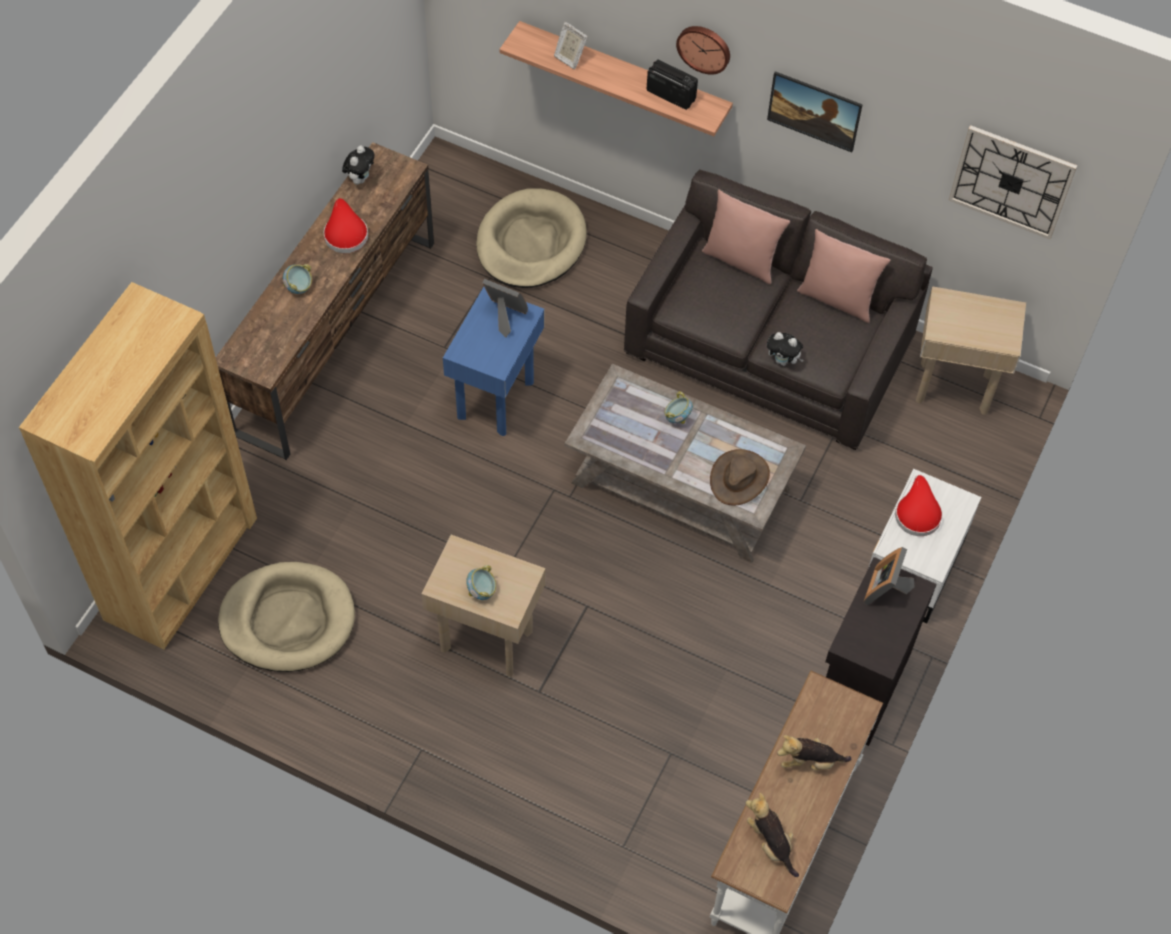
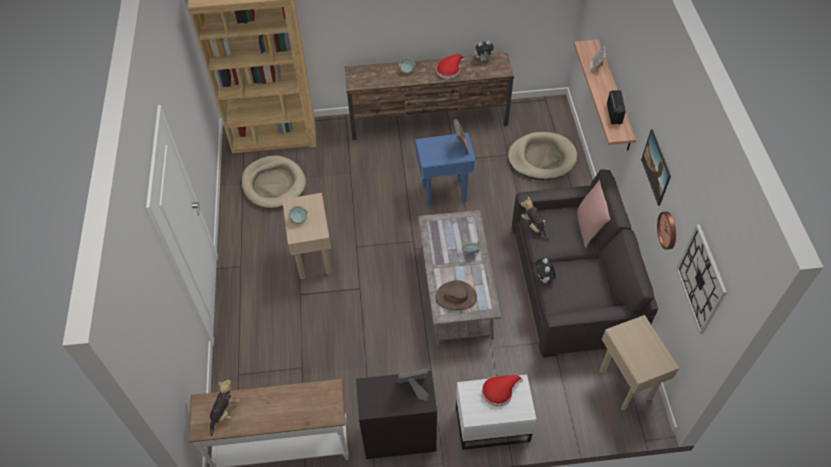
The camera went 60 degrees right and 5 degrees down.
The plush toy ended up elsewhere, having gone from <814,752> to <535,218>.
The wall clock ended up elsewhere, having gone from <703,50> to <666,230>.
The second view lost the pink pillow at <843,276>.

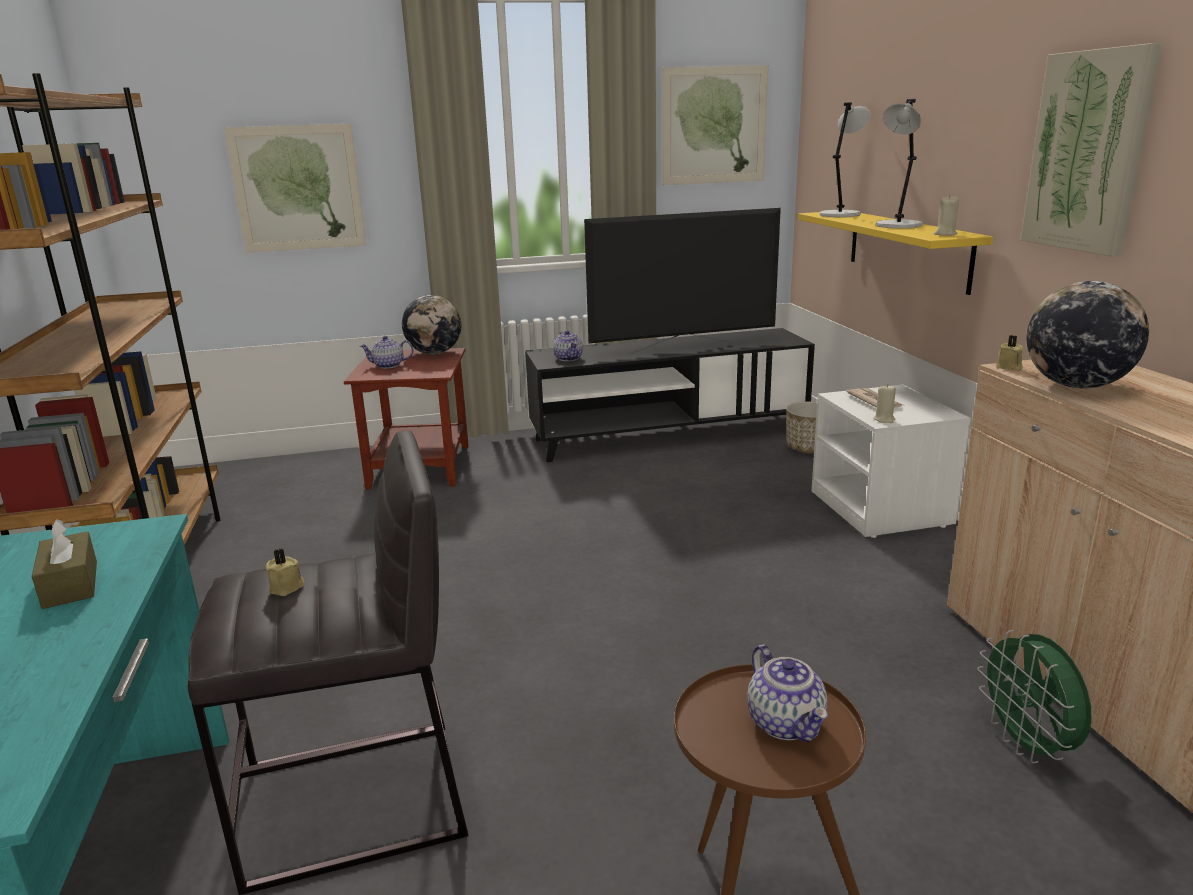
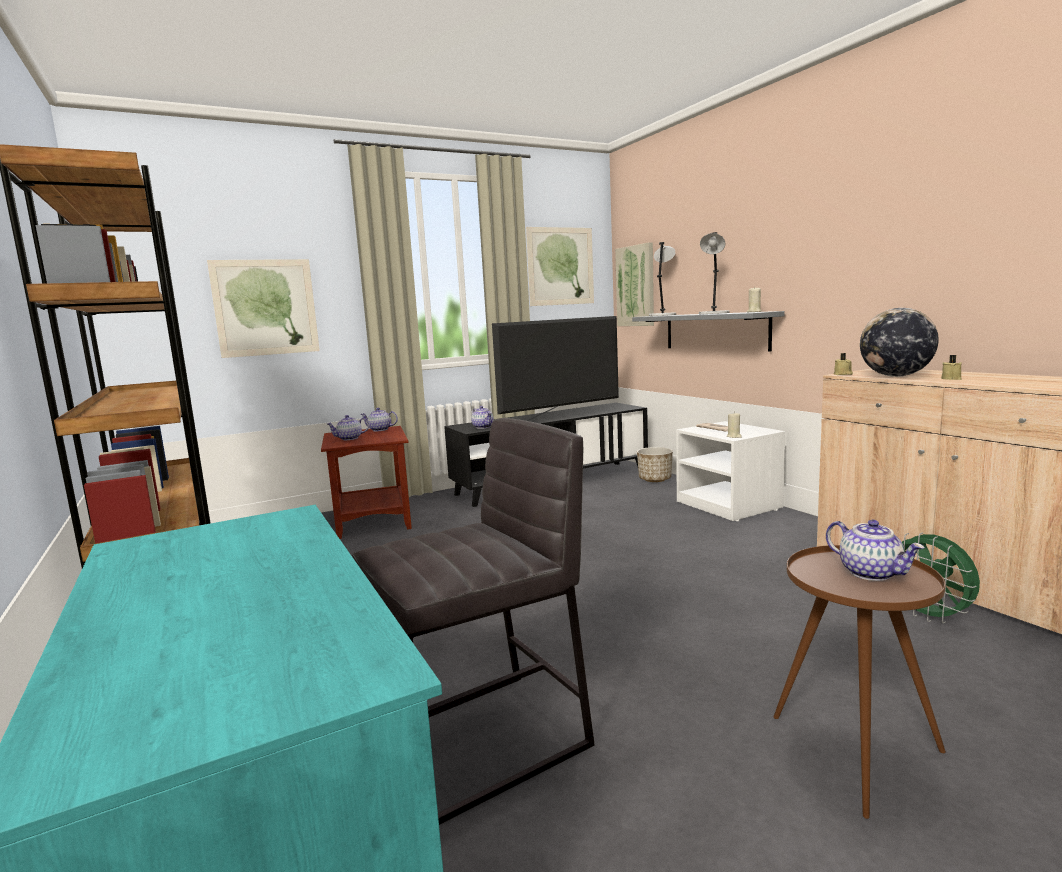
The camera went 15 degrees left and 10 degrees down.
Where the globe stood at <431,324>, the teapot came to stand at <379,419>.
The picture ended up elsewhere, having gone from <1092,150> to <634,284>.
What was the yellow shelf at <895,253> turned into the grey shelf at <708,331>.
The beige candle ended up elsewhere, having gone from <285,572> to <951,367>.
The second view lost the brown tissue box at <64,564>.

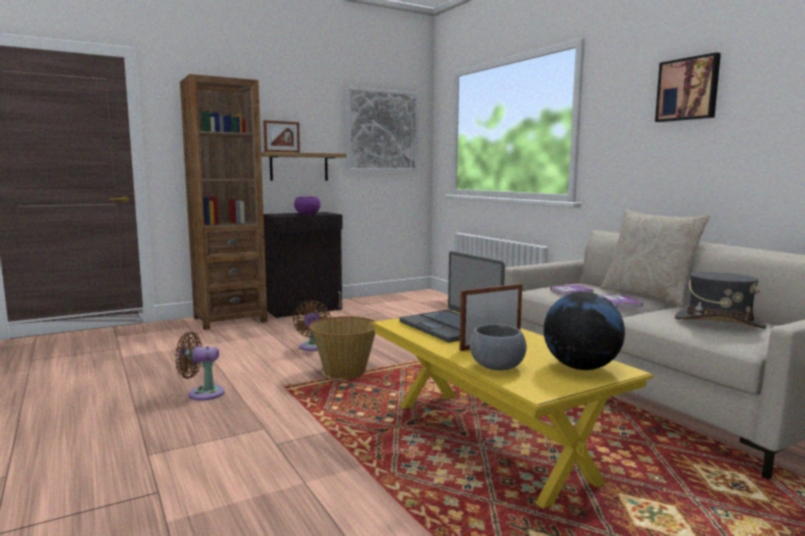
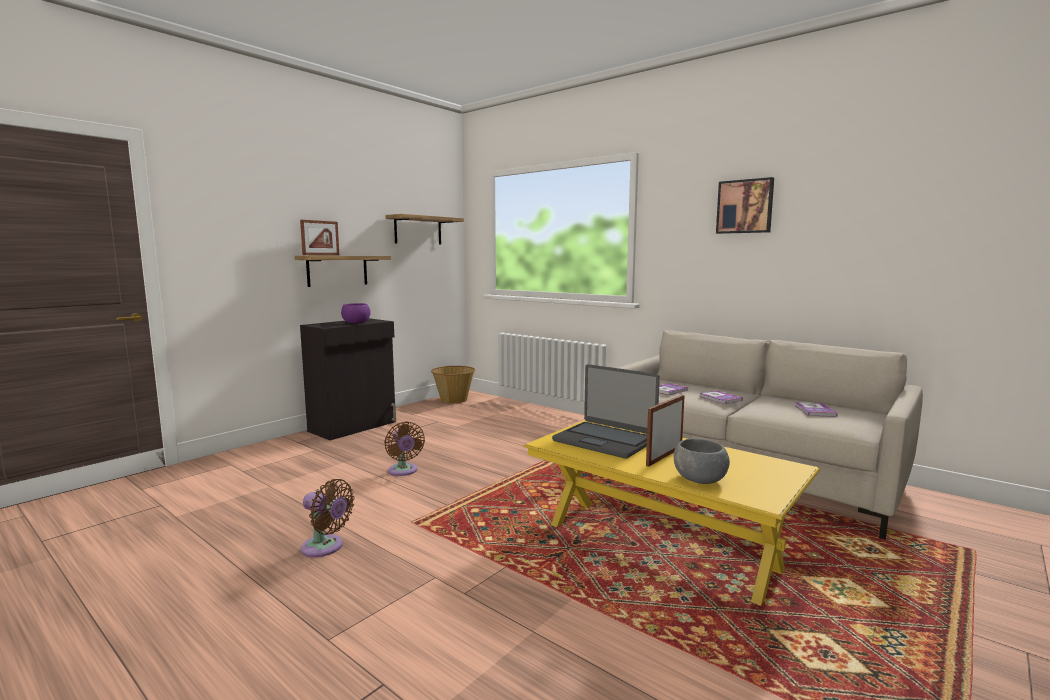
The camera went 20 degrees left and 0 degrees up.
The brown fan at <200,366> ended up facing another way, 135 degrees counterclockwise from before.
Where the picture hung at <382,129>, the shelf came to hang at <424,229>.
The basket ended up elsewhere, having gone from <342,347> to <453,385>.
Where the grey hat stood at <720,300>, the book came to stand at <816,409>.
The second view lost the brown bookcase at <223,202>.
The second view lost the globe at <584,331>.
The second view lost the beige pillow at <655,258>.

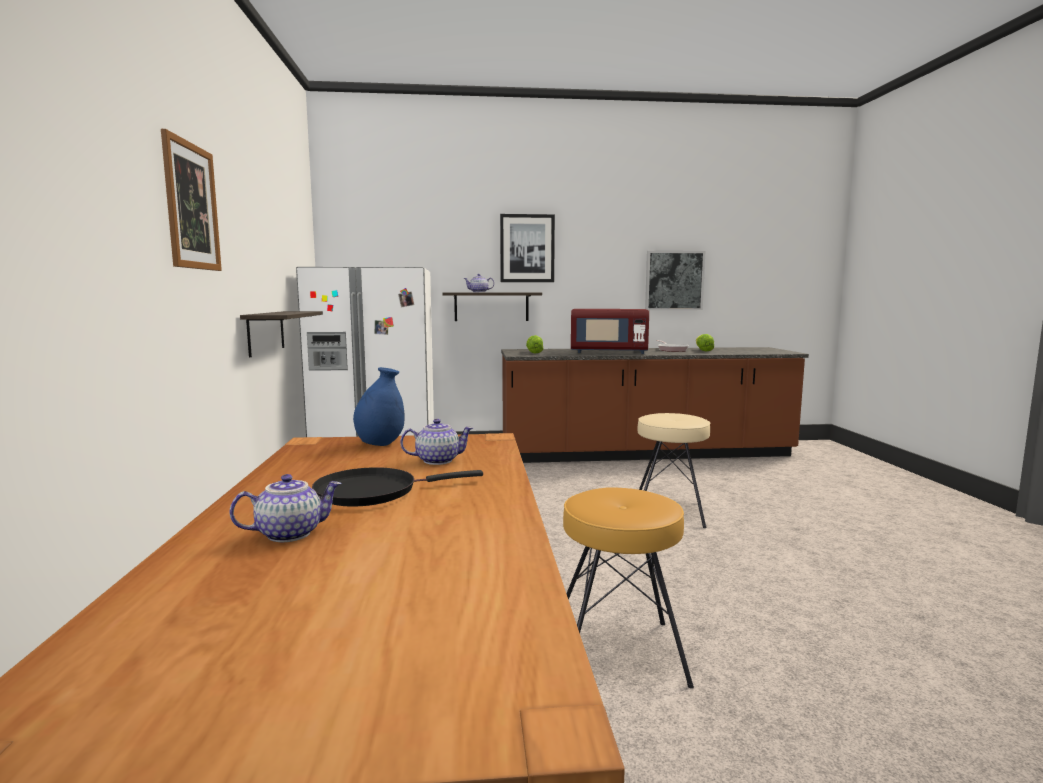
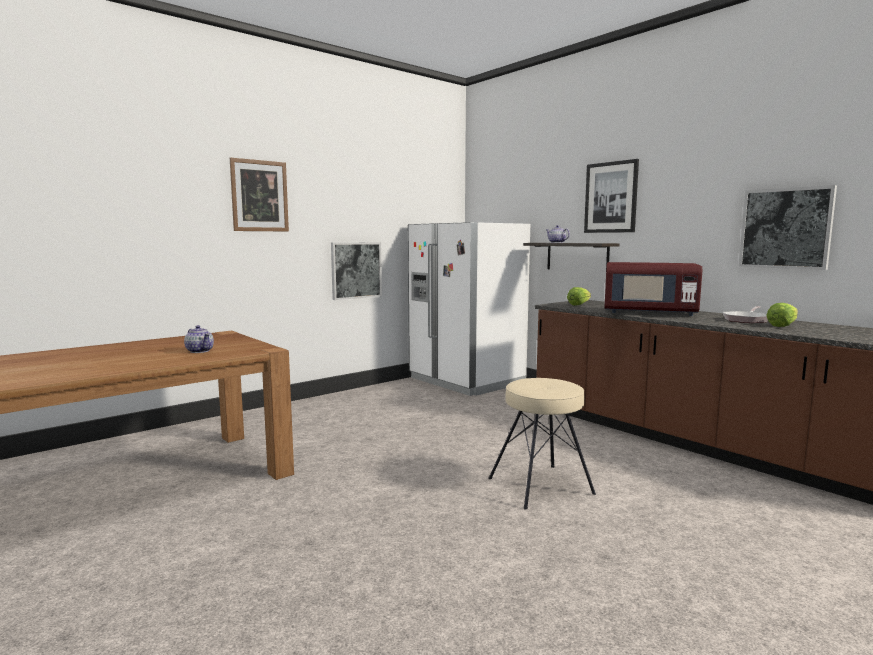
The camera went 55 degrees right and 0 degrees up.
Where the shelf hung at <281,334>, the picture came to hang at <356,271>.
The red microwave at <610,331> ended up facing another way, 45 degrees counterclockwise from before.
The second view lost the teapot at <285,508>.
The second view lost the black frying pan at <397,487>.
The second view lost the blue vase at <378,406>.
The second view lost the brown stool at <628,588>.

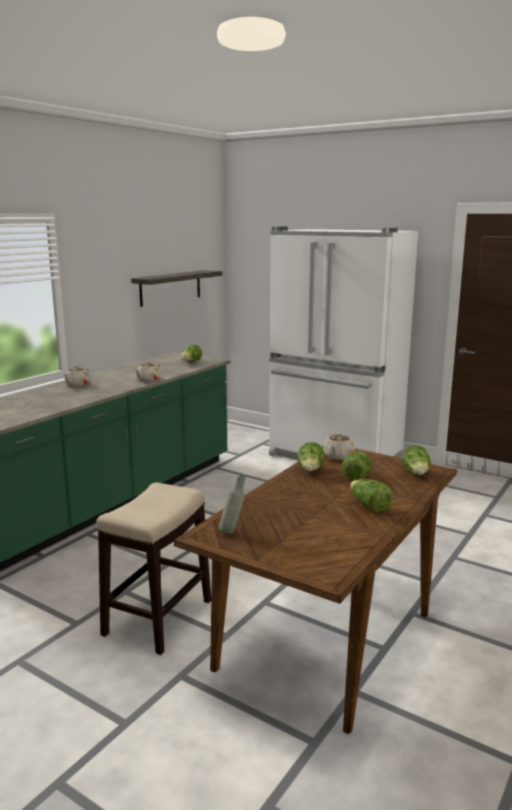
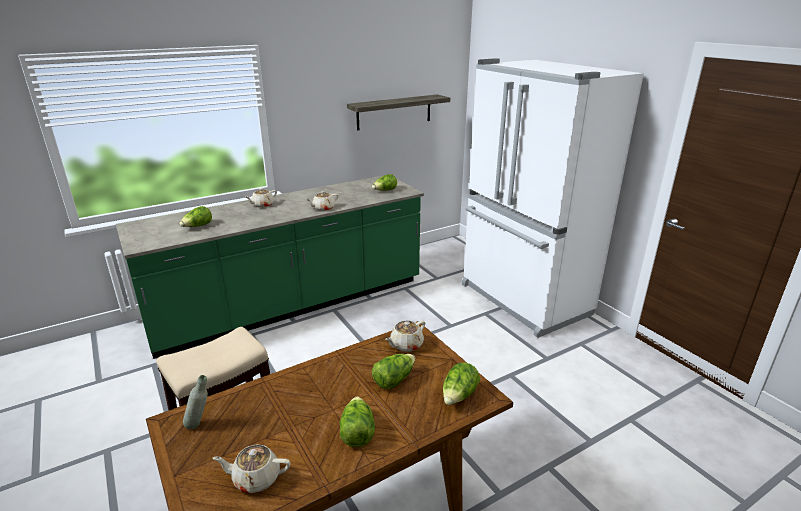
The camera went 25 degrees right and 10 degrees up.
The lettuce ended up elsewhere, having gone from <310,456> to <195,216>.
The second view gained the beige teapot at <251,468>.

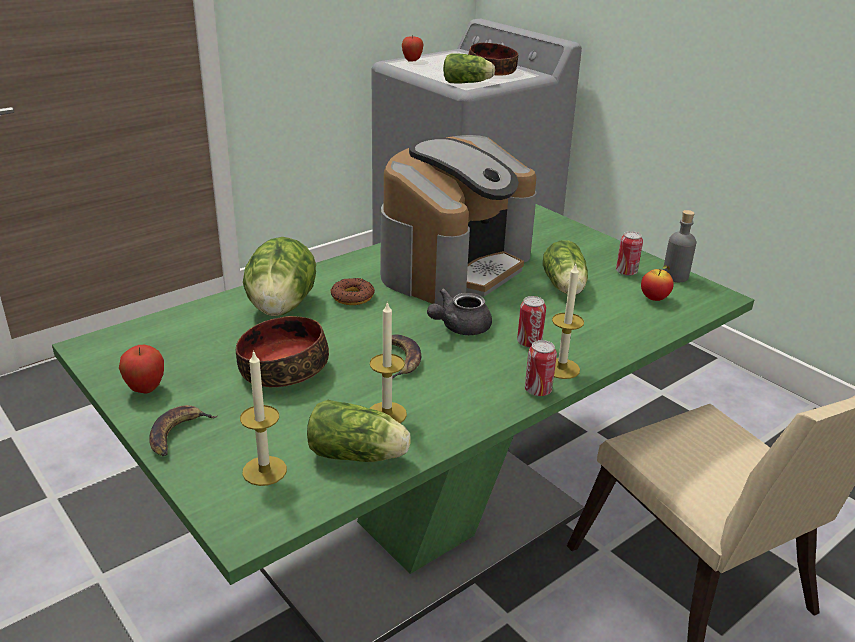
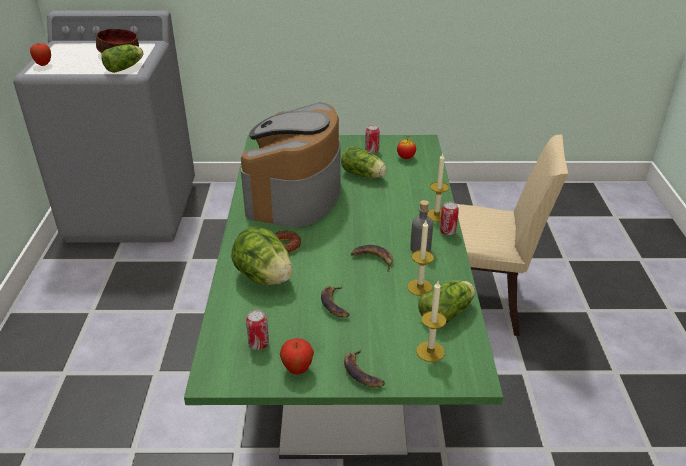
The camera went 50 degrees left and 5 degrees up.
The coffee machine at <458,221> ended up facing another way, 150 degrees counterclockwise from before.
The can ended up elsewhere, having gone from <531,322> to <257,330>.
Where the bowl stood at <282,351>, the banana came to stand at <335,301>.
The grey bottle ended up elsewhere, having gone from <679,246> to <421,226>.
The second view lost the grey teapot at <459,312>.

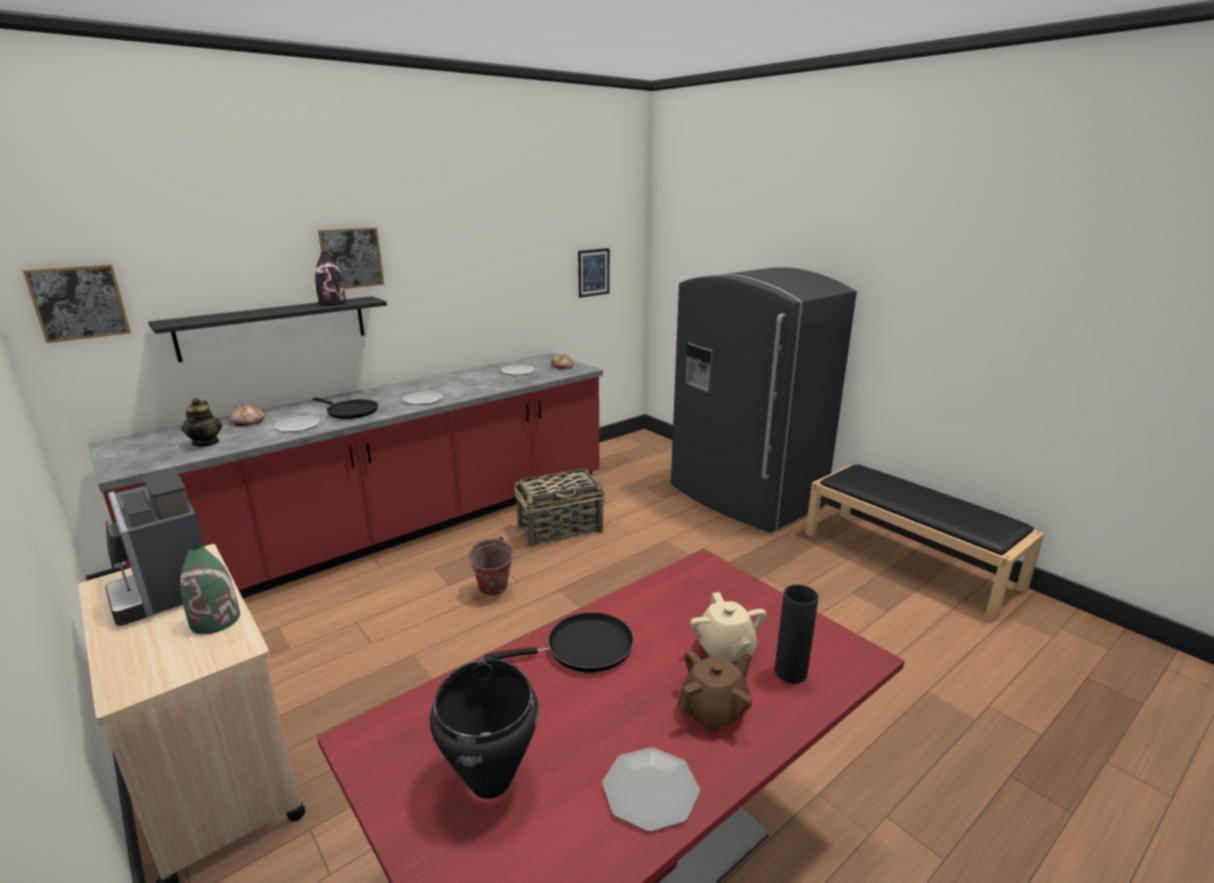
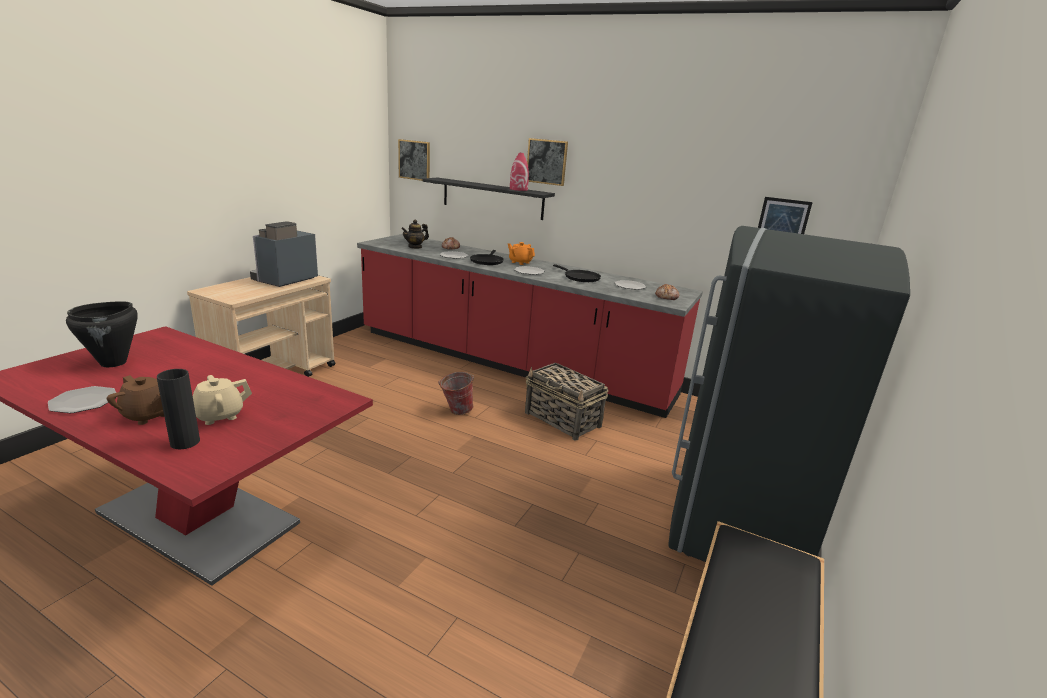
The camera went 65 degrees right and 0 degrees up.
The second view gained the orange teapot at <521,253>.
What was the black vase at <330,279> turned into the red vase at <519,171>.
The black frying pan ended up elsewhere, having gone from <559,642> to <577,273>.
The second view lost the green vase at <210,589>.

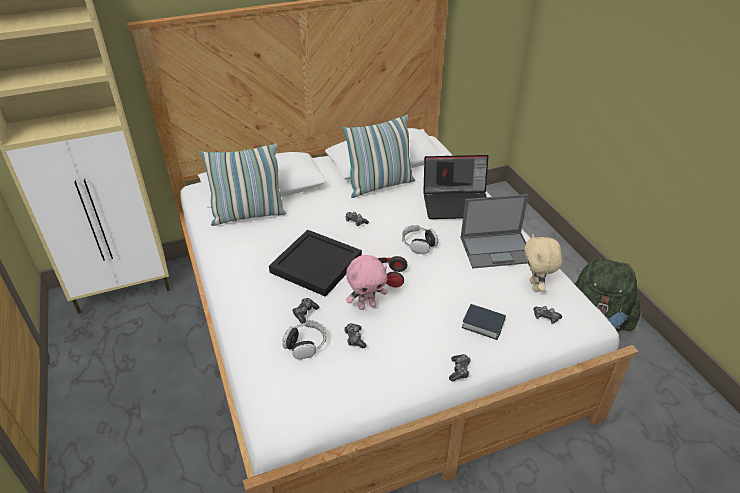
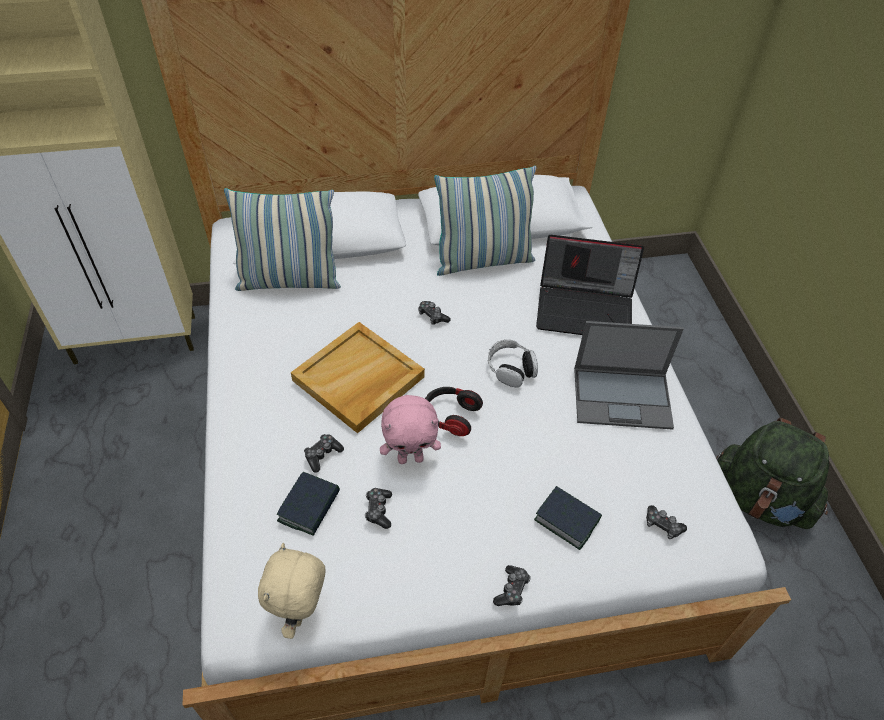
The camera went 10 degrees right and 10 degrees up.
The beige plush toy ended up elsewhere, having gone from <543,263> to <292,591>.
Where the headphones stood at <304,339>, the book came to stand at <308,504>.
What was the black tray at <315,263> turned into the beige tray at <358,377>.

